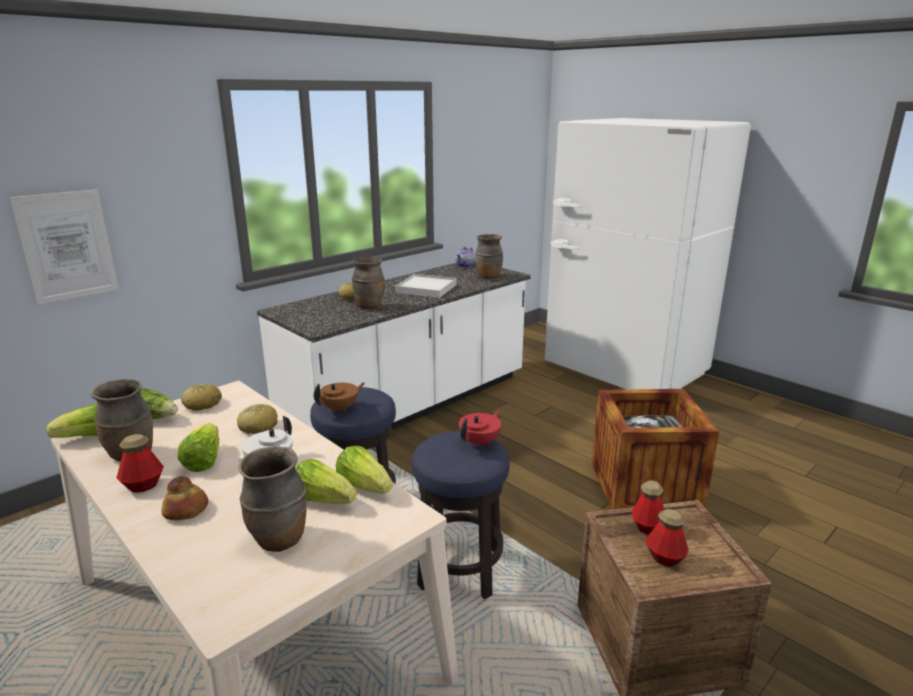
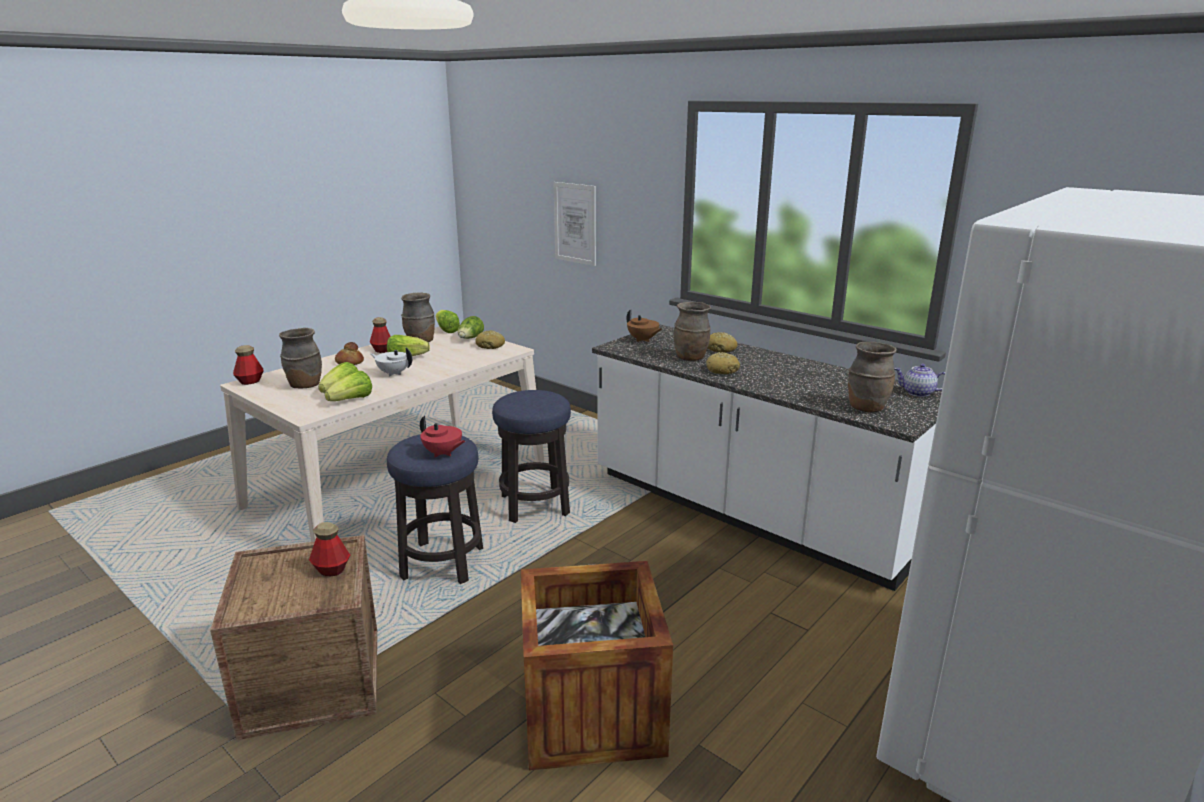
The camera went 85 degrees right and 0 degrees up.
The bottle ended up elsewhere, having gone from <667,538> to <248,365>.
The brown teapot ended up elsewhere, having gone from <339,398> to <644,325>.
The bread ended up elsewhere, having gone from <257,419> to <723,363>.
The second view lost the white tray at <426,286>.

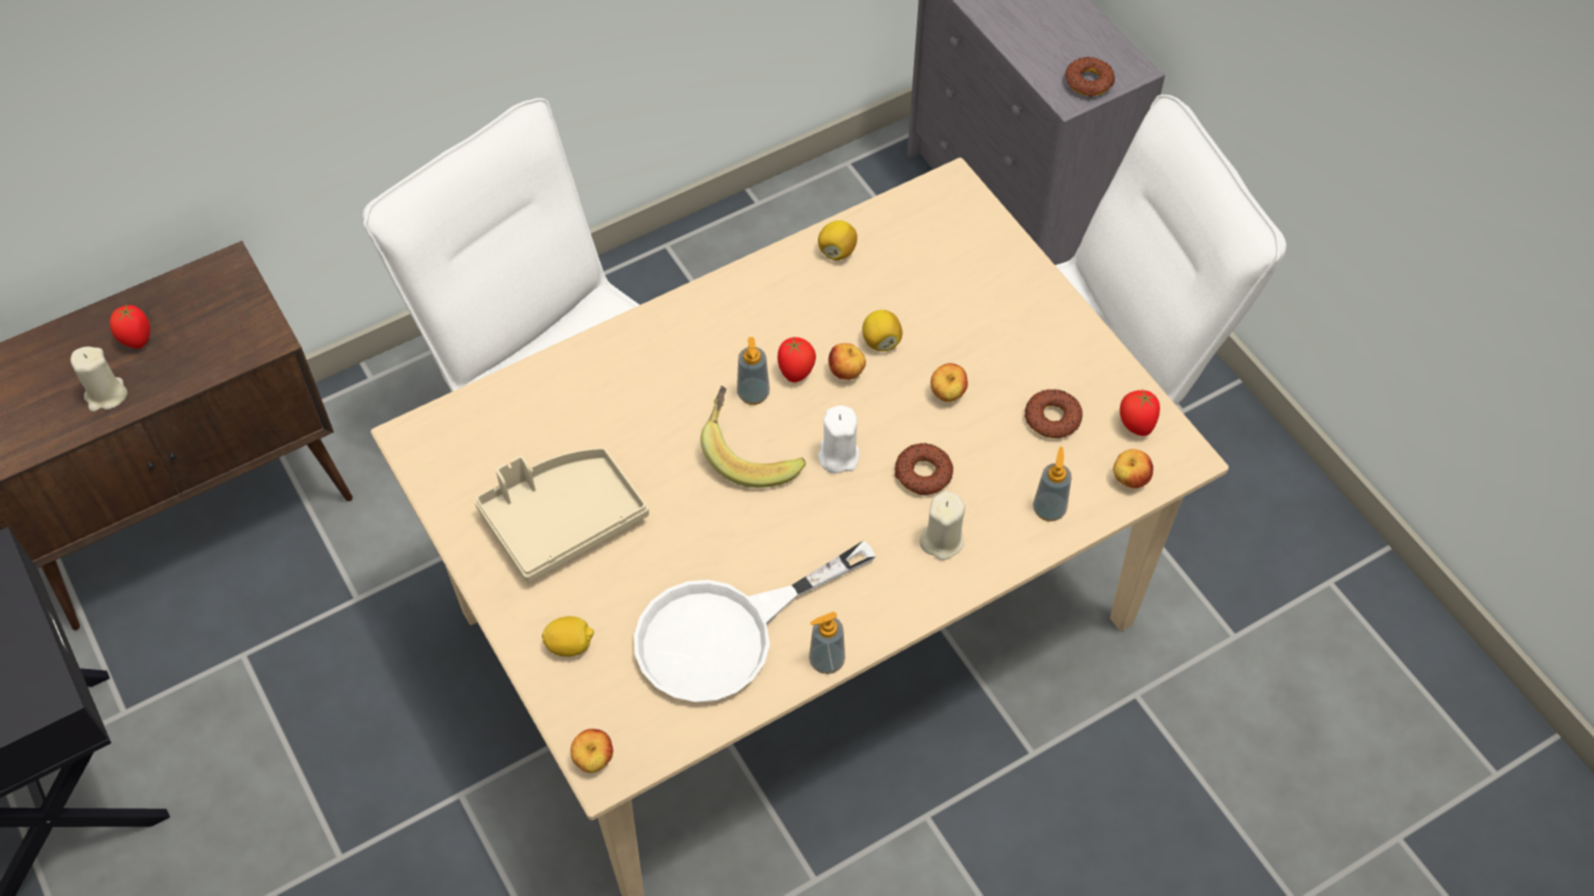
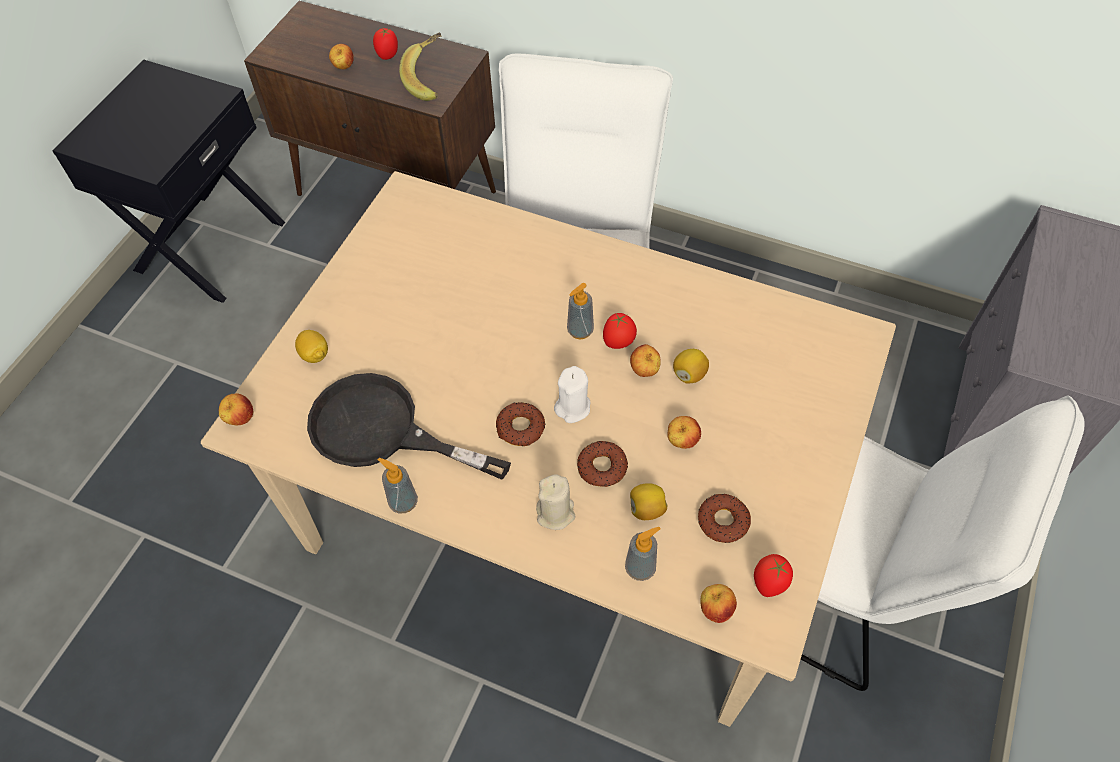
The camera went 55 degrees right and 0 degrees up.
What was the white frying pan at <755,621> turned into the black frying pan at <409,426>.
Where the beige candle stood at <98,379>, the apple came to stand at <341,56>.
The banana ended up elsewhere, having gone from <753,437> to <420,66>.
The donut ended up elsewhere, having gone from <1090,77> to <521,424>.
The lemon ended up elsewhere, having gone from <837,240> to <648,501>.
The second view lost the beige tray at <561,515>.

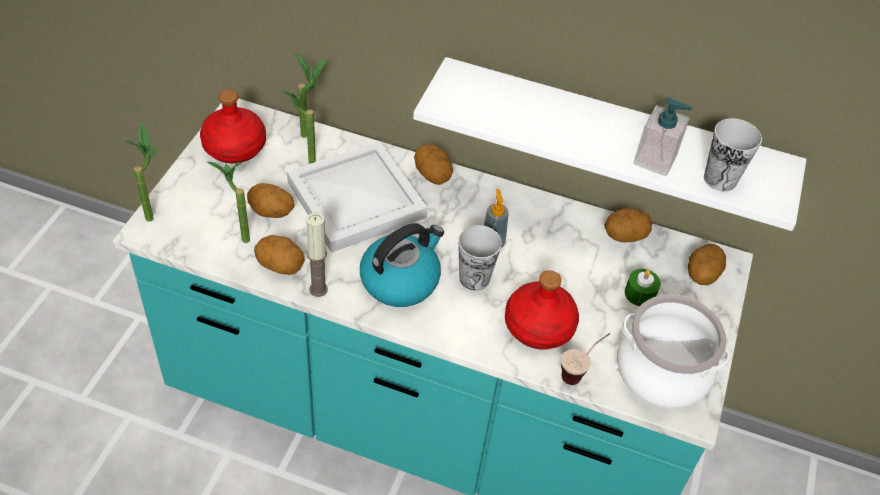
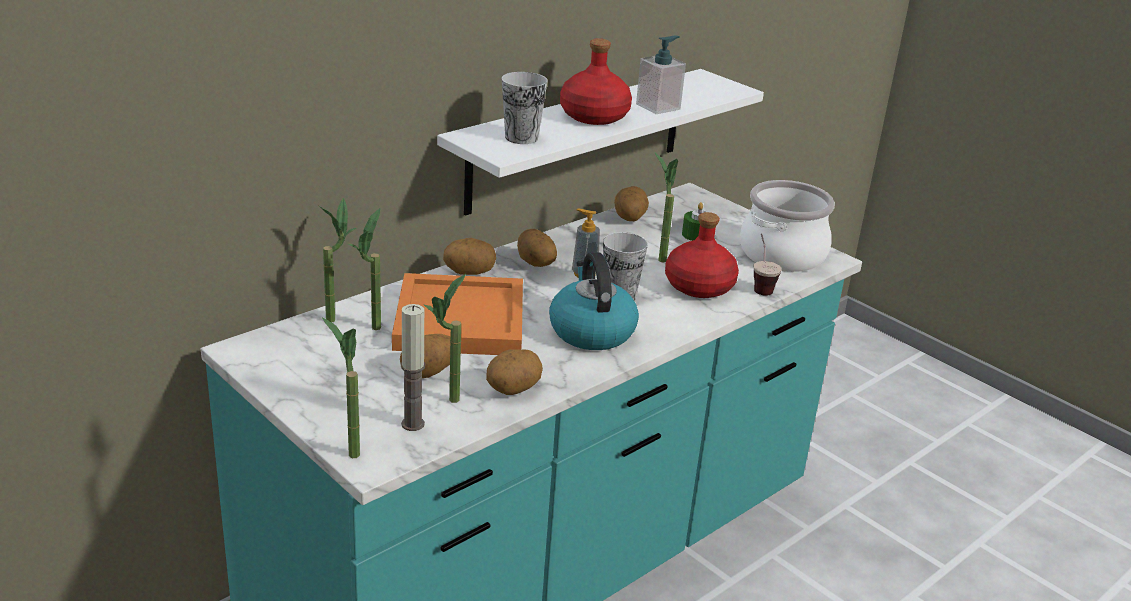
The camera went 60 degrees left and 20 degrees down.
What was the white tray at <357,197> turned into the orange tray at <457,314>.
The candle ended up elsewhere, having gone from <317,255> to <413,367>.
The cup ended up elsewhere, having gone from <733,154> to <525,108>.
The potato ended up elsewhere, having gone from <707,264> to <537,248>.
The red bottle ended up elsewhere, having gone from <233,126> to <596,81>.
The second view gained the potted plant at <666,208>.

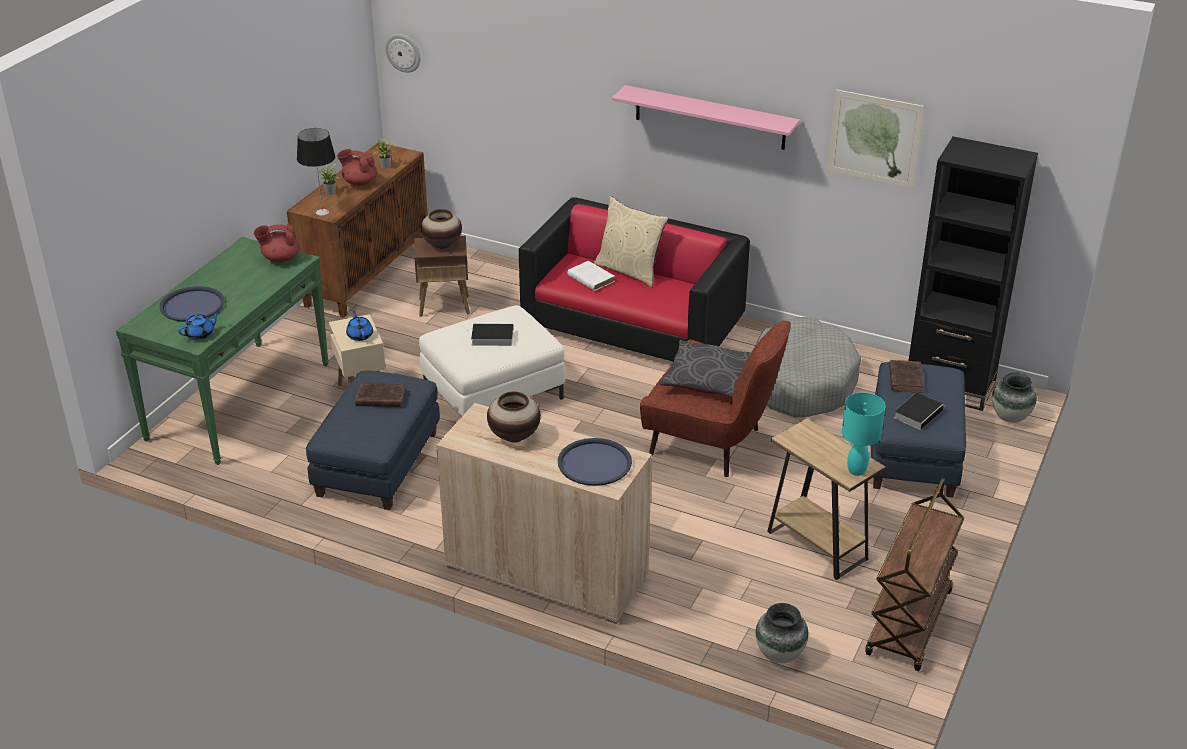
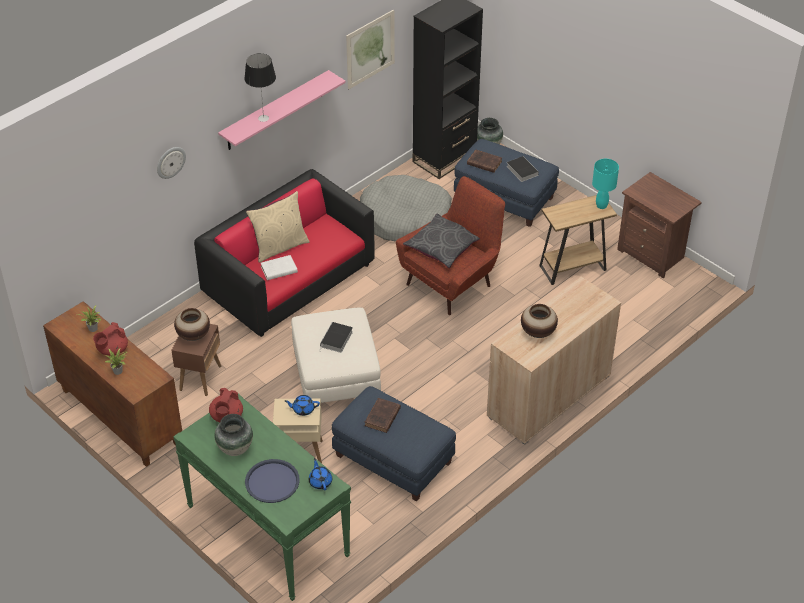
The camera went 70 degrees left and 10 degrees up.
The wall clock ended up elsewhere, having gone from <403,53> to <171,163>.
The vase ended up elsewhere, having gone from <782,633> to <233,435>.
The table lamp ended up elsewhere, having gone from <316,172> to <260,87>.
Where the brown cart stood at <914,574>, the brown nightstand came to stand at <659,225>.
The second view lost the blue tray at <595,462>.

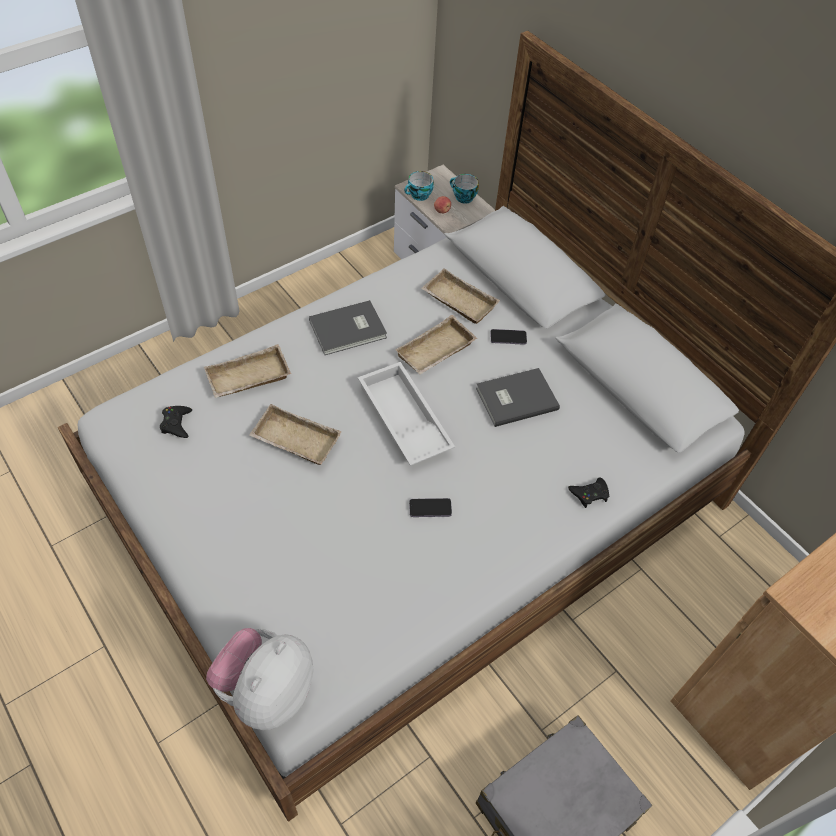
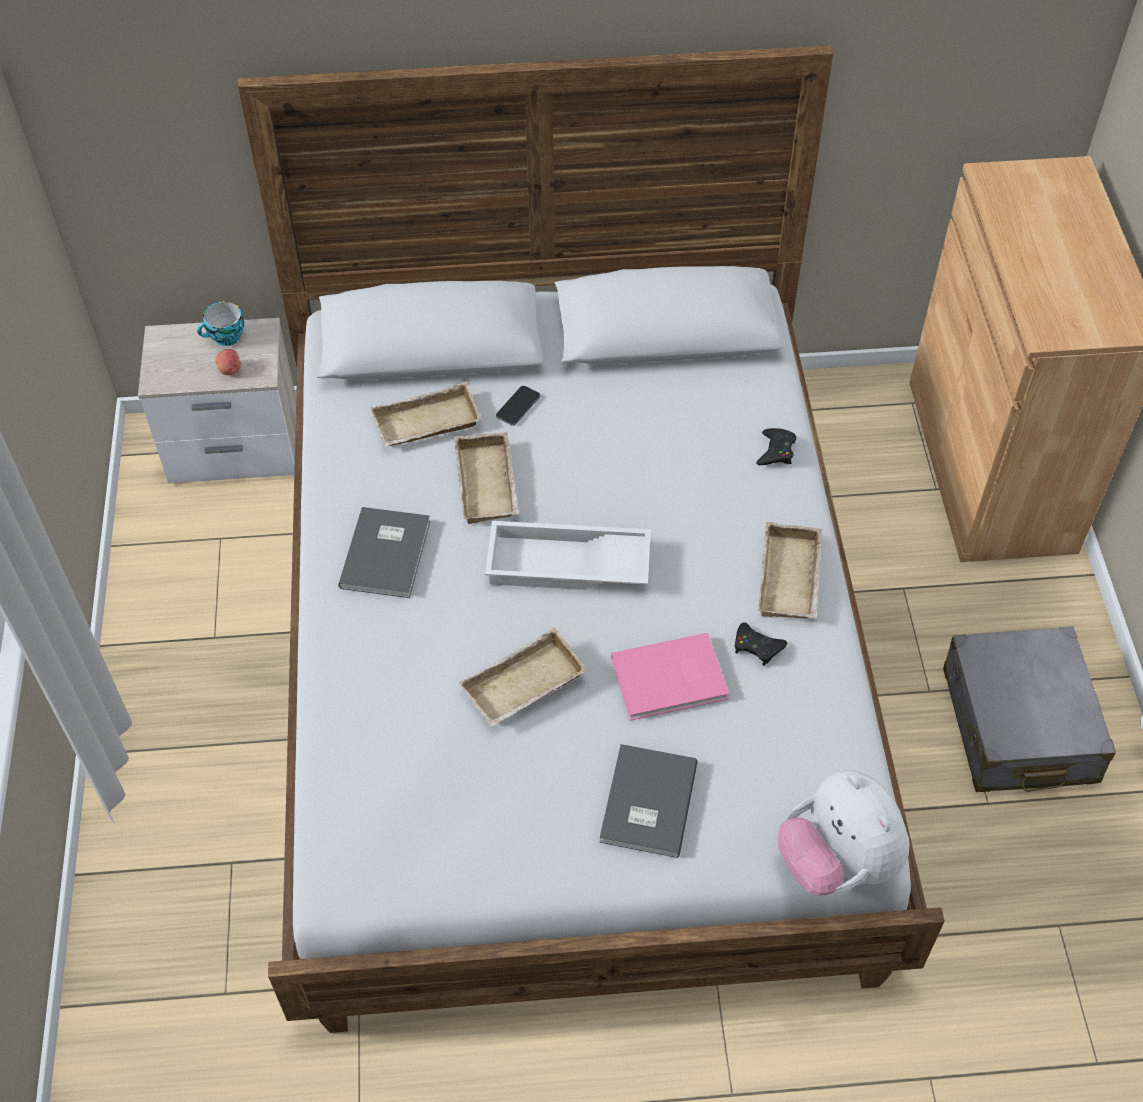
The camera went 55 degrees left and 0 degrees up.
The grey book ended up elsewhere, having gone from <518,397> to <649,801>.
The second view gained the pink book at <670,677>.
The black game controller ended up elsewhere, having gone from <176,422> to <761,644>.
The beige tray ended up elsewhere, having gone from <247,371> to <790,570>.
The second view lost the cup at <419,186>.
The second view lost the phone at <430,507>.

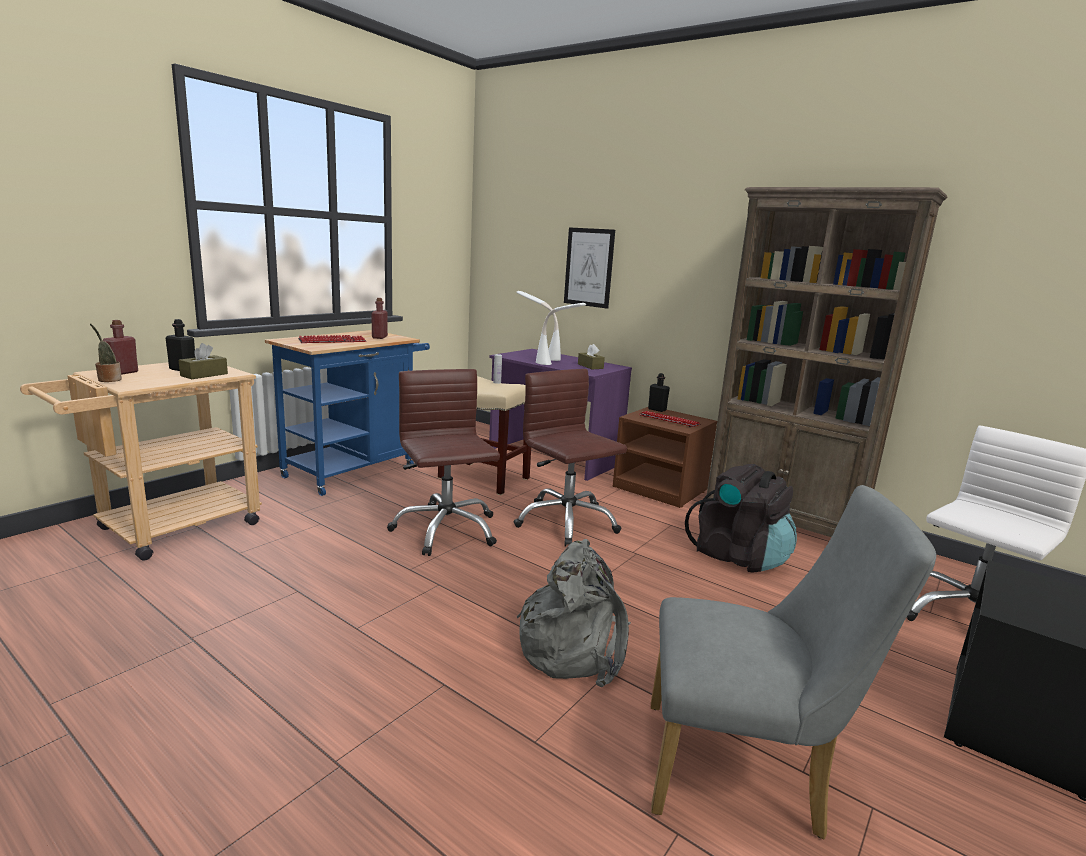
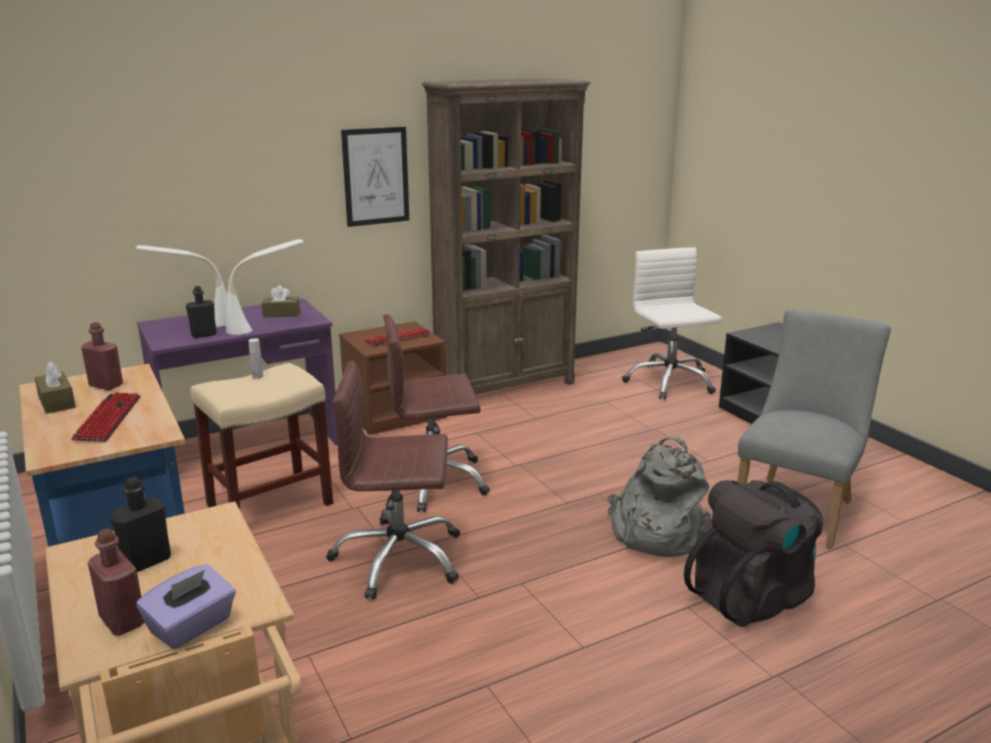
The camera went 65 degrees left and 5 degrees up.
The brown tissue box ended up elsewhere, having gone from <203,361> to <55,388>.
Where the potted plant stood at <106,353>, the purple tissue box came to stand at <186,606>.
The black bottle ended up elsewhere, having gone from <659,392> to <201,312>.
The picture ended up elsewhere, having gone from <589,268> to <375,177>.
The black backpack ended up elsewhere, having gone from <741,518> to <753,553>.

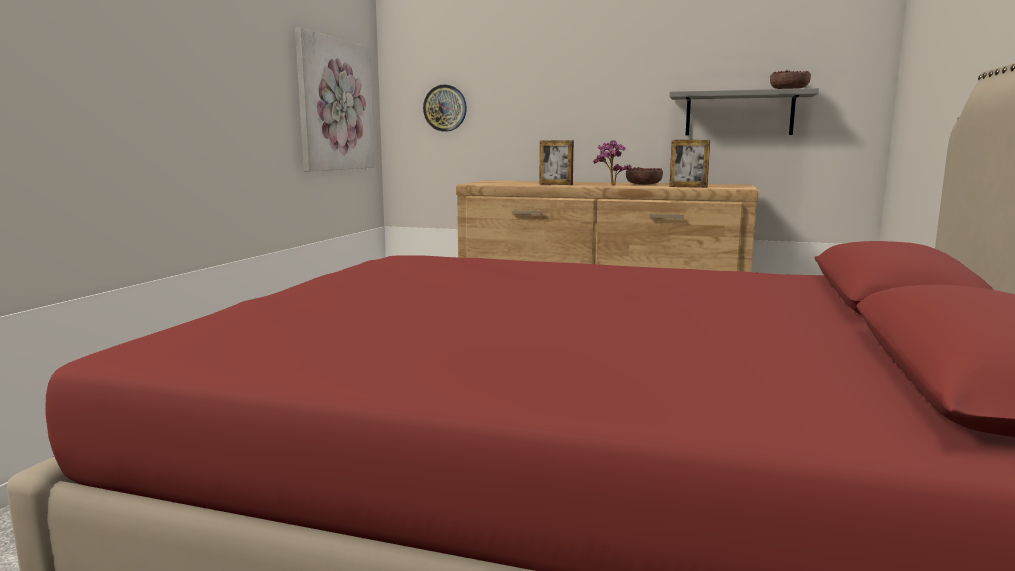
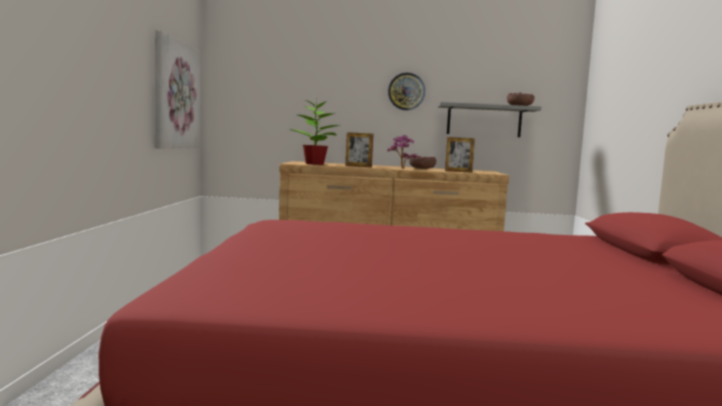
The camera went 15 degrees left and 5 degrees down.
The second view gained the potted plant at <314,132>.
The wall clock ended up elsewhere, having gone from <445,108> to <406,91>.

